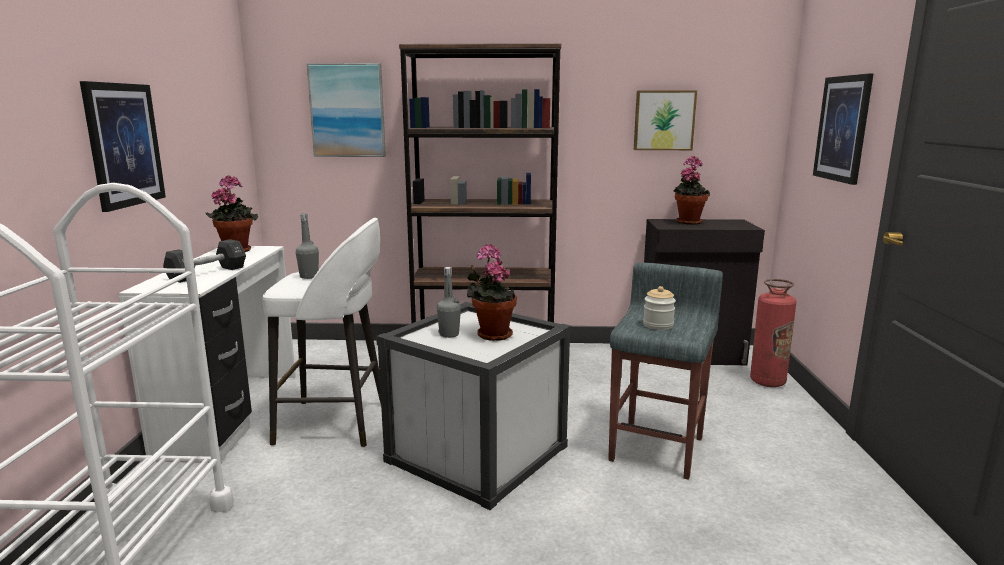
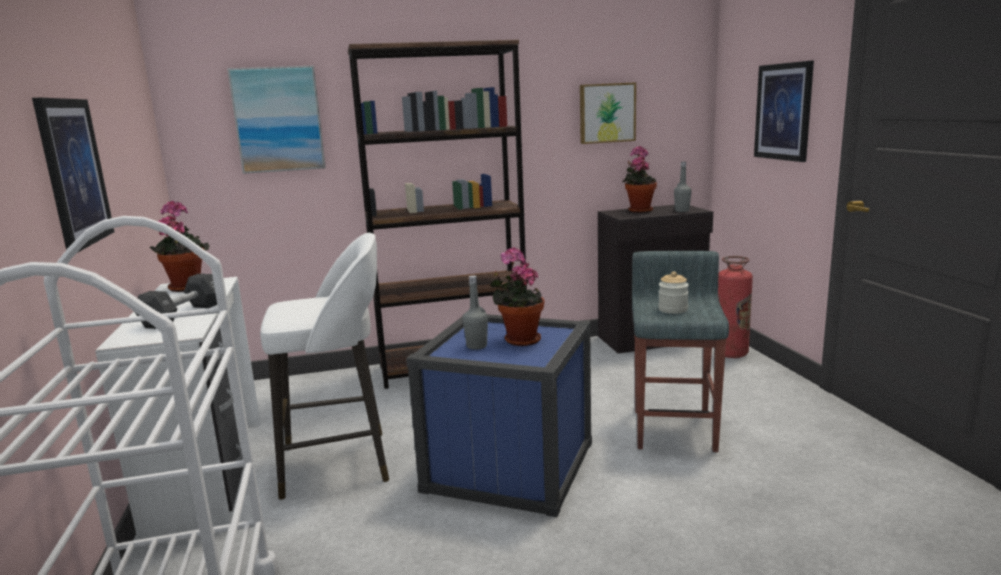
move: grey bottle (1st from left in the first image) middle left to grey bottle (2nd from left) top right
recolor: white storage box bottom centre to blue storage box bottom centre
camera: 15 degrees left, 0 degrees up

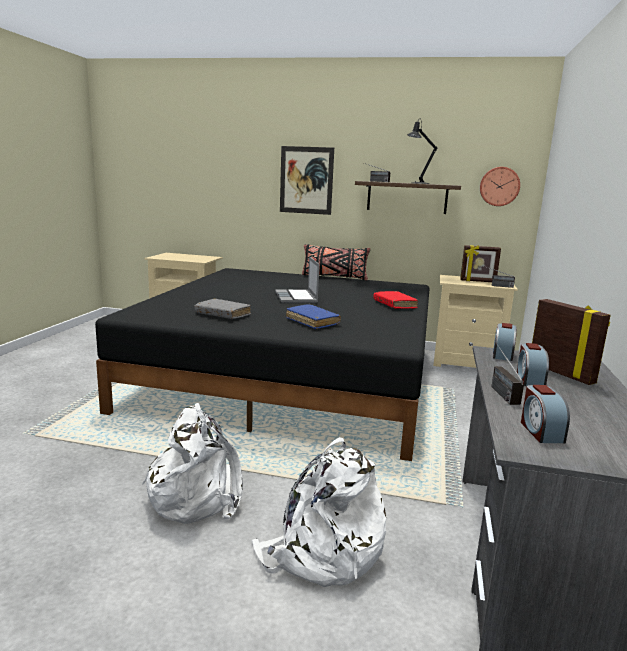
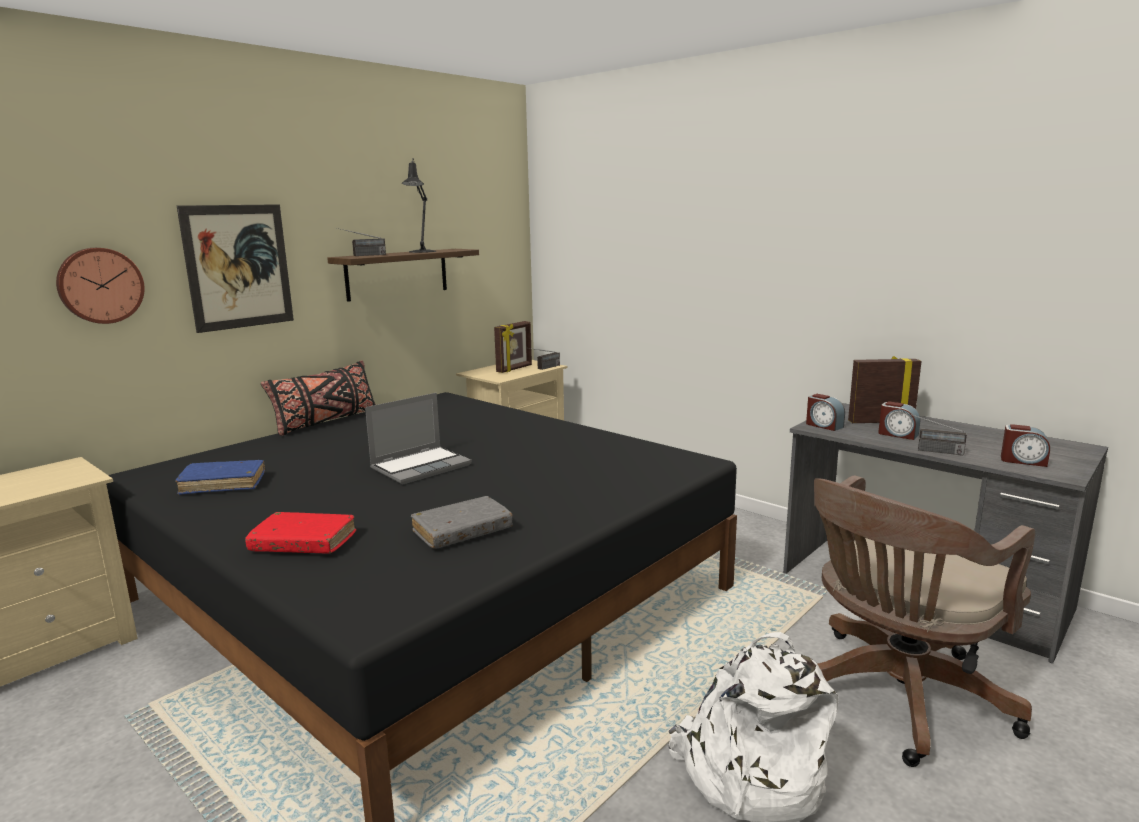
move: blue book centre to middle left; red book centre to middle left; wall clock top right to middle left
replace: white backpack (2nd from left) bottom centre to brown office chair bottom right
rotate: laptop centre = centre 60 degrees counterclockwise
camera: 60 degrees left, 0 degrees up

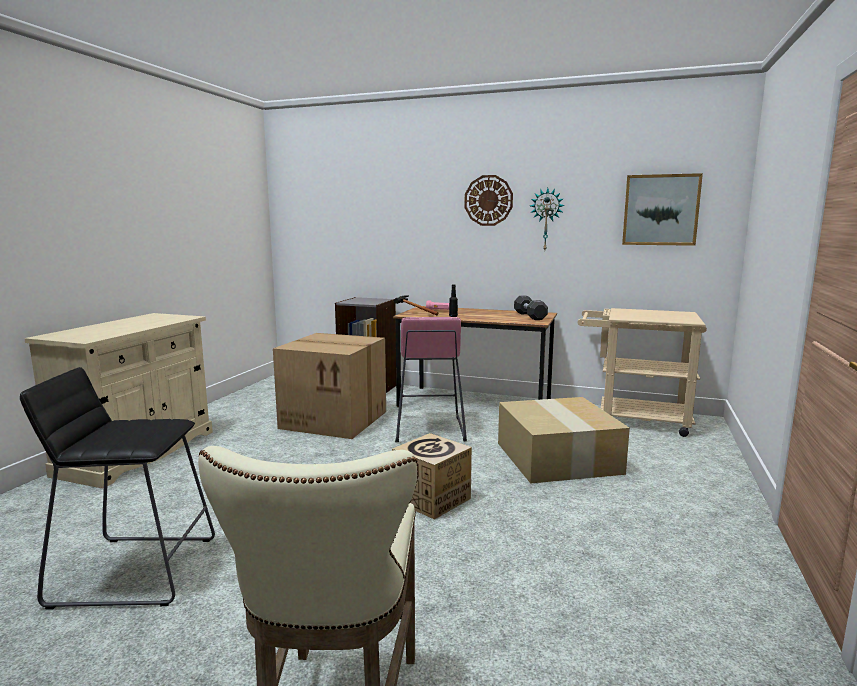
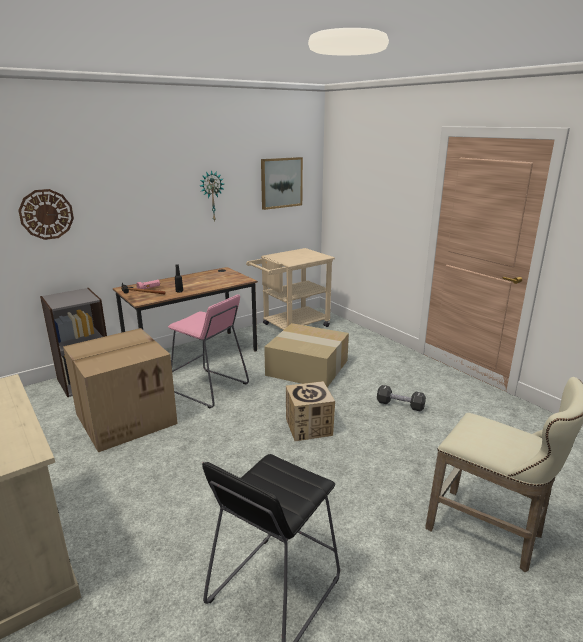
move: wall clock (1st from left) top centre to middle left; black dumbbell centre to middle right
camera: 55 degrees left, 10 degrees up

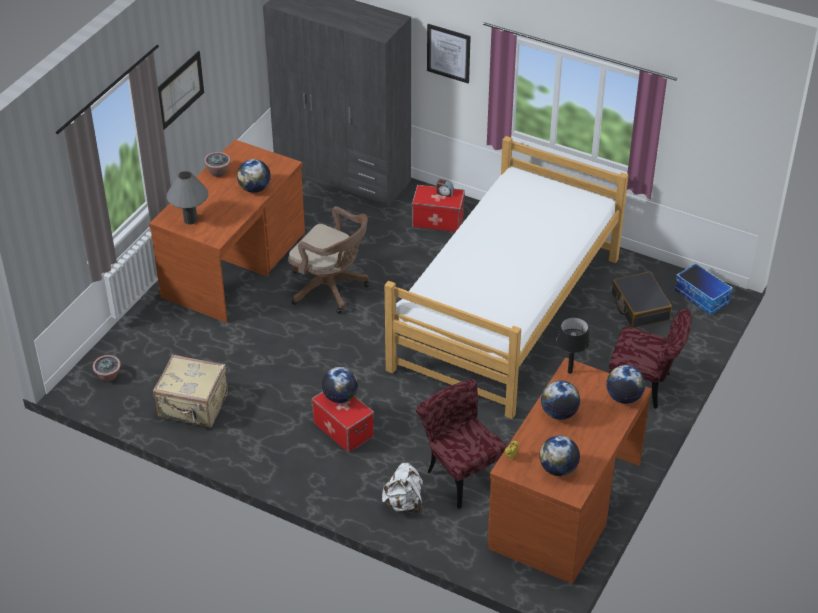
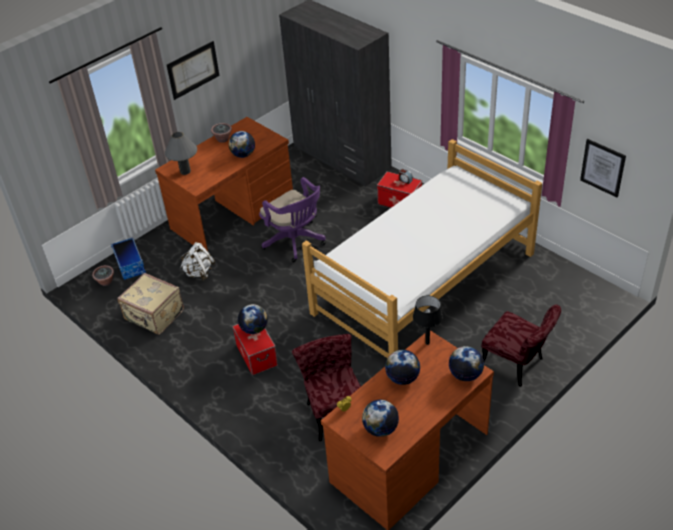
delete: black suitcase middle right
move: white backpack bottom centre to middle left; picture (2nd from left) top centre to top right; storage box (3rd from left in the first image) middle right to storage box (1st from left) middle left
recolor: brown office chair centre to purple office chair centre
camera: 20 degrees right, 0 degrees up

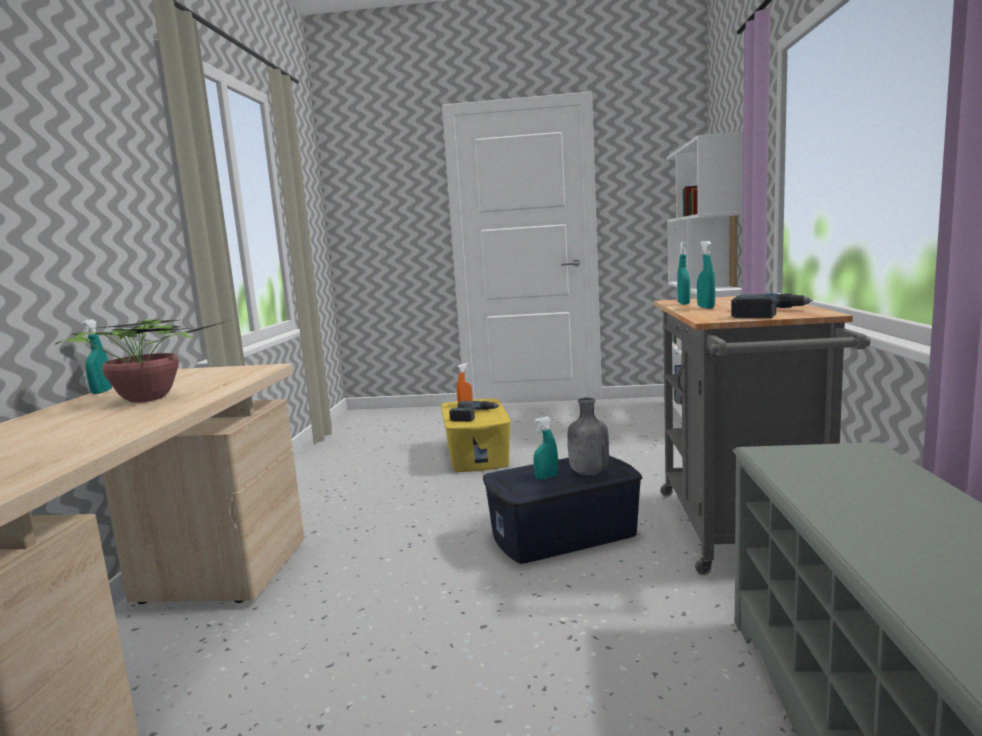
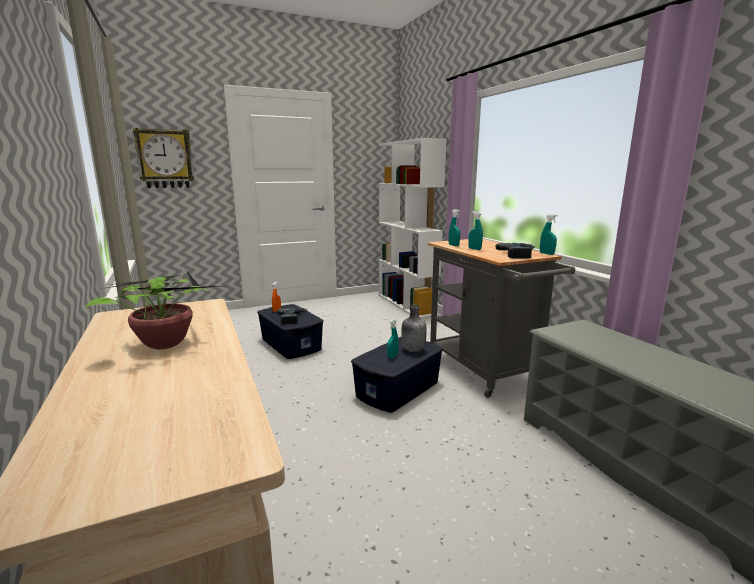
insert: wall clock top left
move: turquoise spray bottle (1st from left in the first image) middle left to turquoise spray bottle (4th from left) middle right
recolor: yellow storage box centre to blue storage box (1st from left) centre
camera: 30 degrees left, 5 degrees up

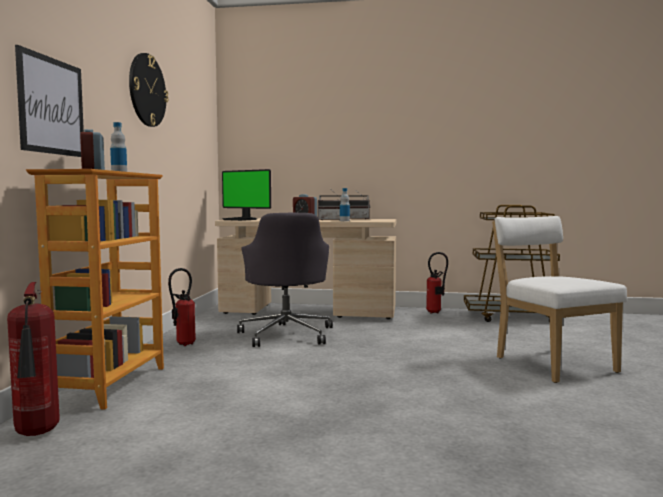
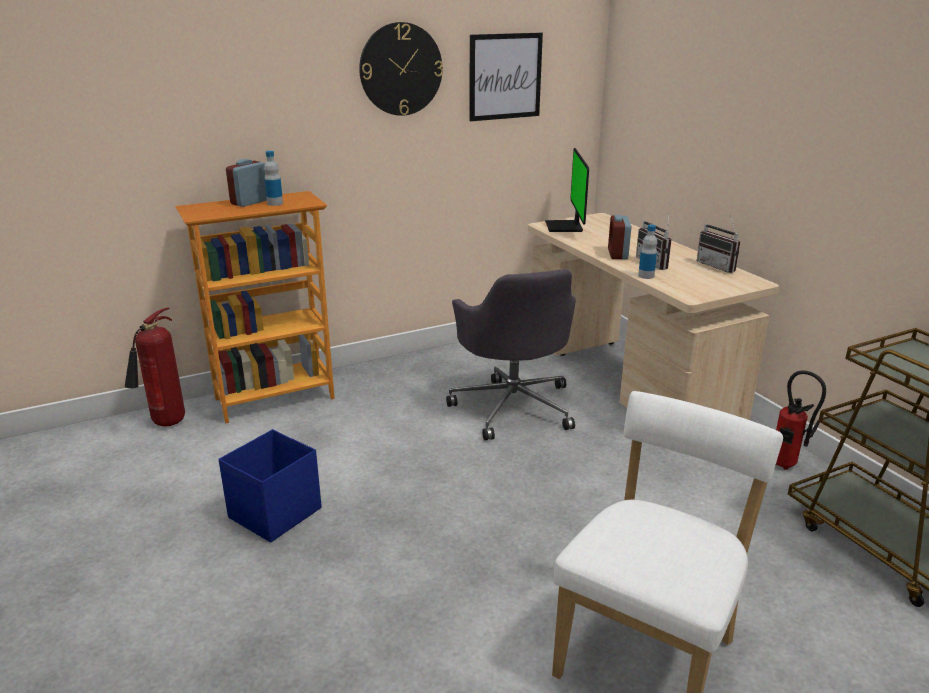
delete: fire extinguisher (2nd from left) middle left
insert: blue storage box bottom left
move: picture top left to top centre
rotate: grey office chair centre = centre 60 degrees counterclockwise
camera: 55 degrees right, 20 degrees up

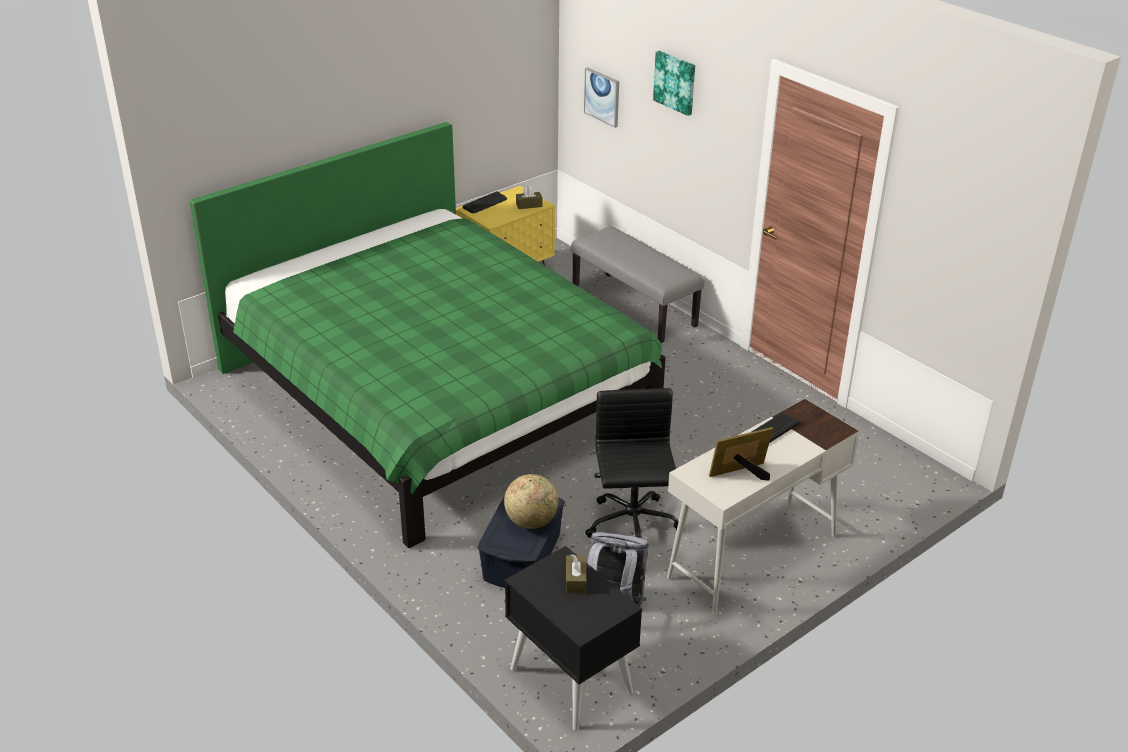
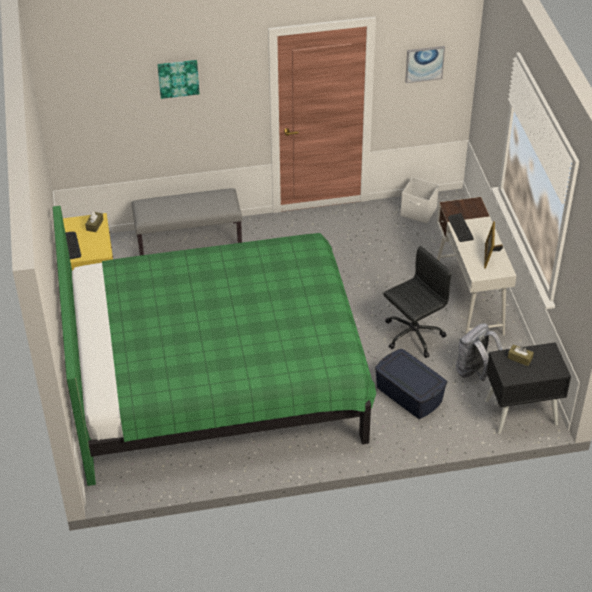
delete: globe centre
insert: white storage box middle right
move: picture (1st from left in the first image) top centre to picture (2nd from left) top right
rotate: black office chair centre = middle right 120 degrees clockwise
camera: 60 degrees left, 10 degrees up

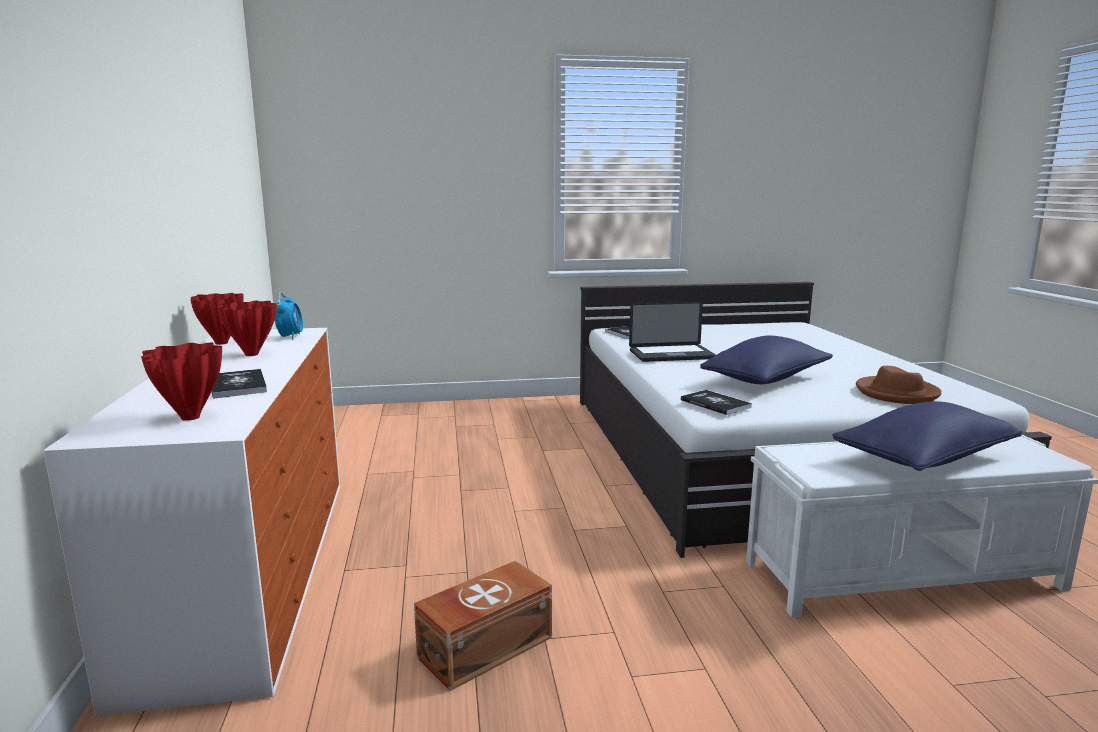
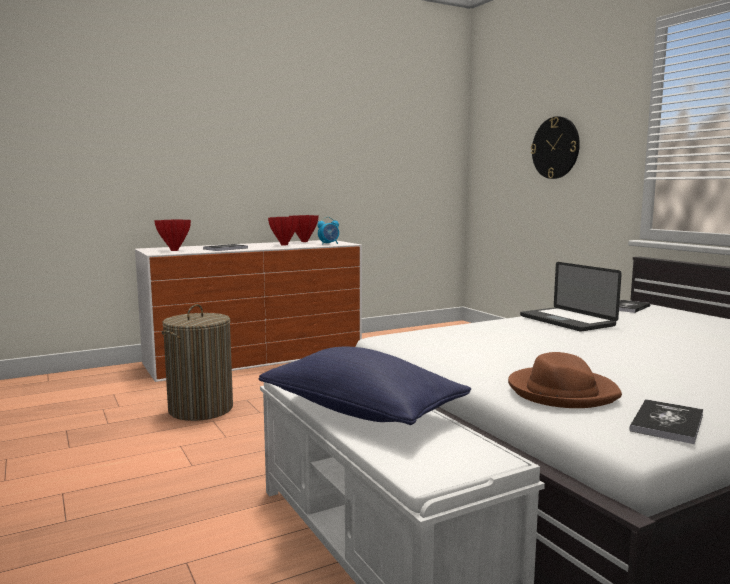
delete: blue pillow (1st from left) middle right
insert: wall clock top right
move: book (3rd from left) centre to bottom right
replace: brown storage box bottom centre to laundry basket middle left
camera: 70 degrees right, 5 degrees down

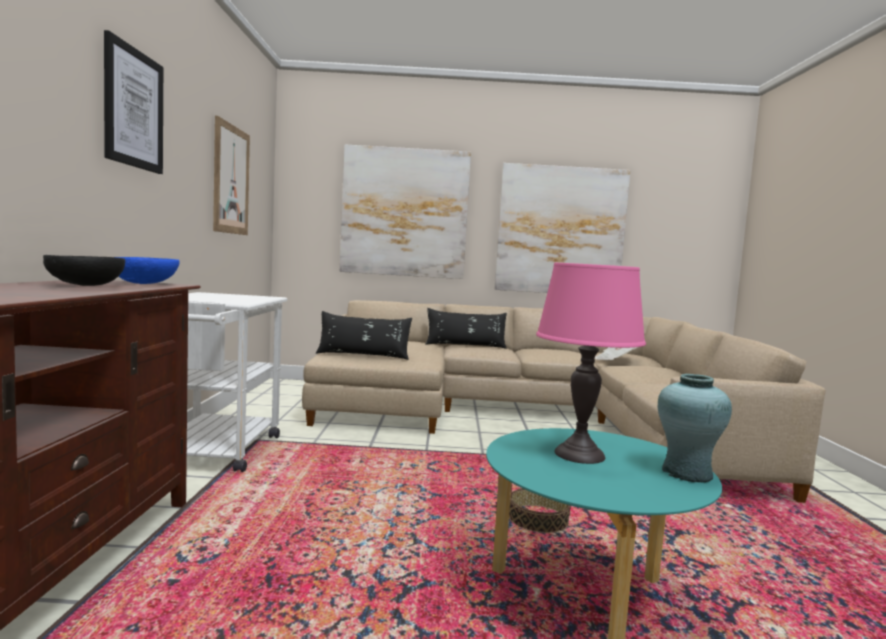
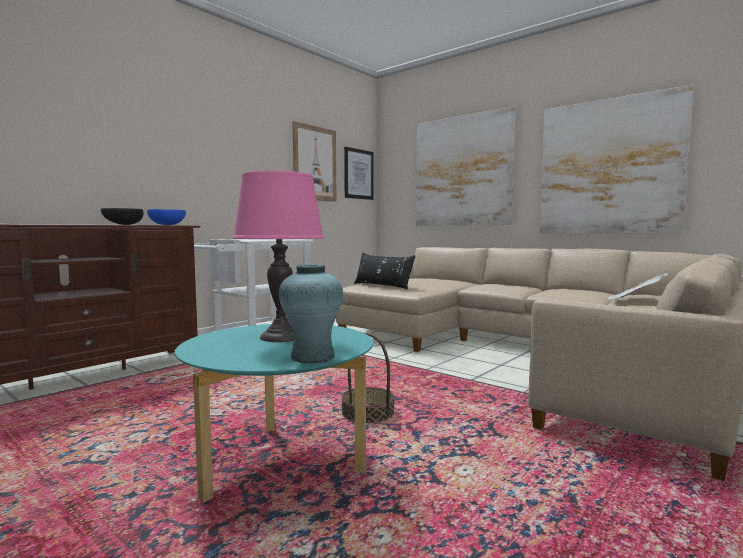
delete: black pillow (2nd from left) centre
move: picture (1st from left in the first image) top left to picture (2nd from left) top centre
camera: 40 degrees right, 0 degrees up

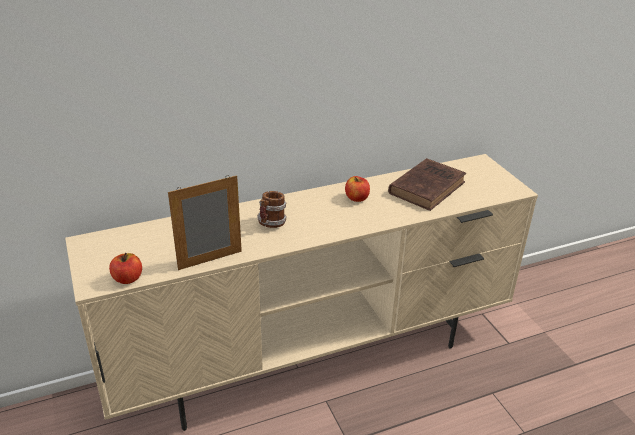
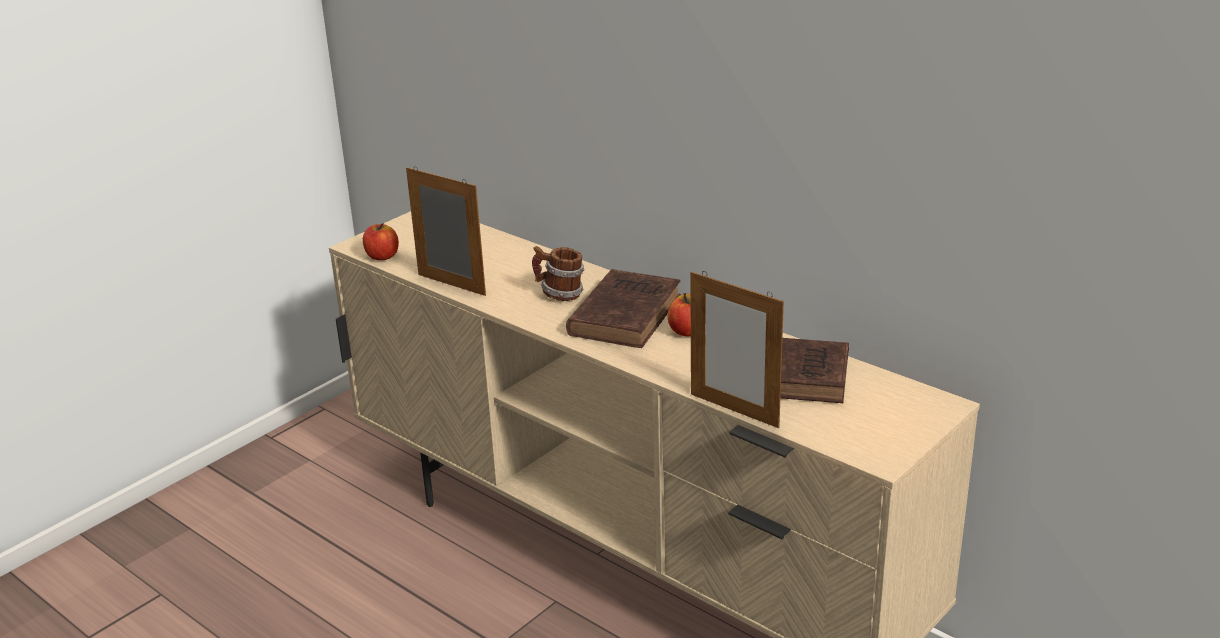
insert: brown book (1st from left) centre; picture frame (2nd from left) centre
camera: 65 degrees right, 5 degrees down

